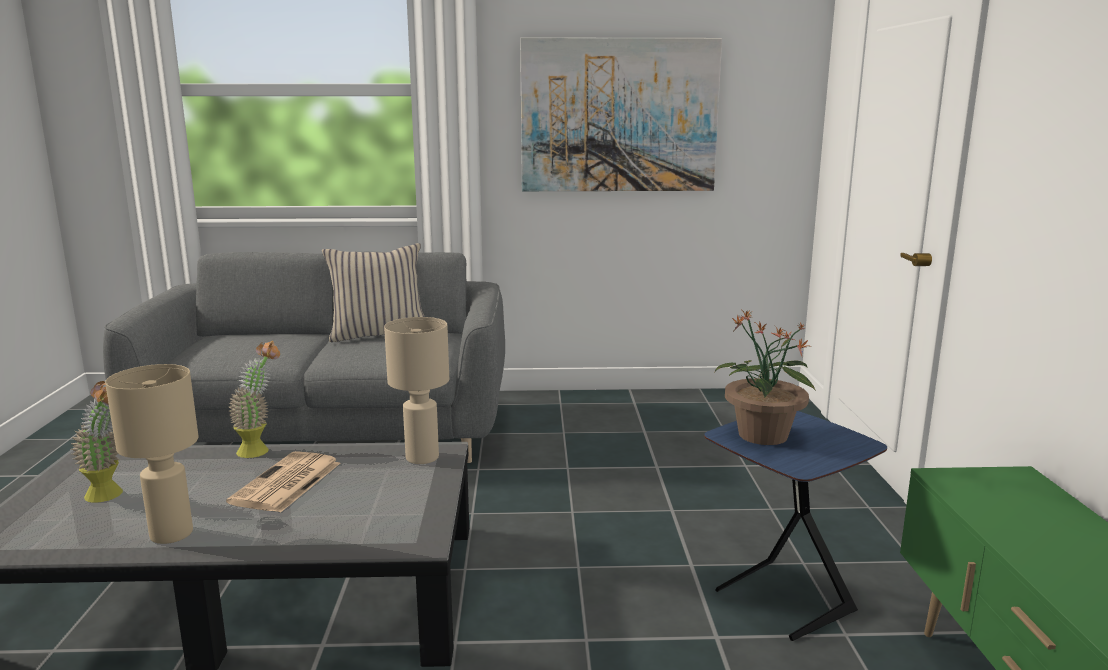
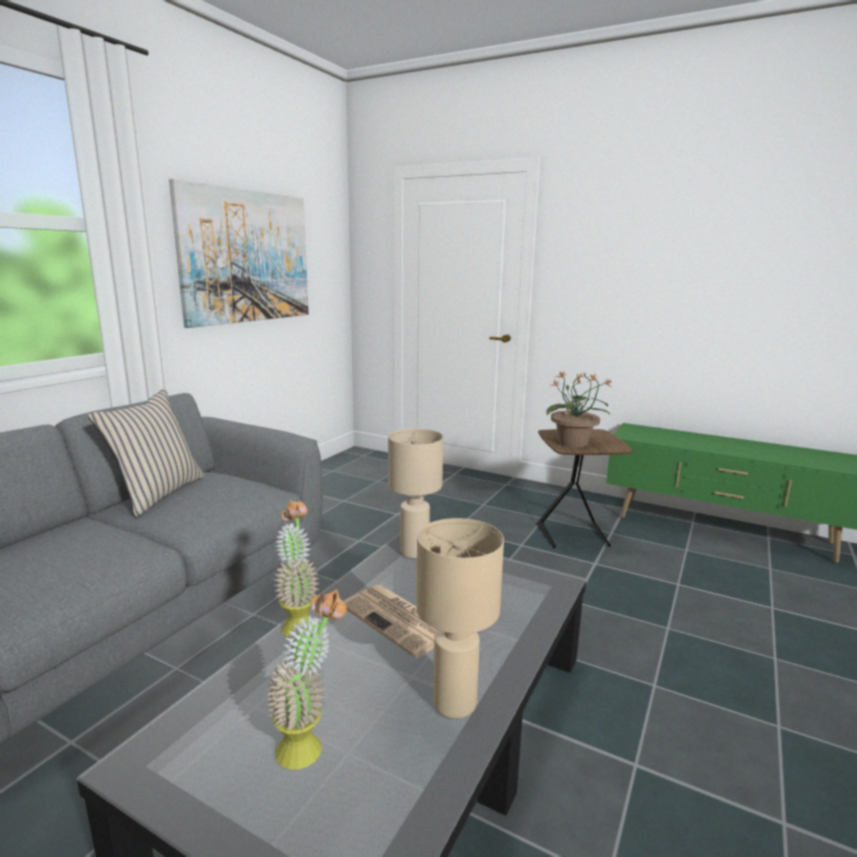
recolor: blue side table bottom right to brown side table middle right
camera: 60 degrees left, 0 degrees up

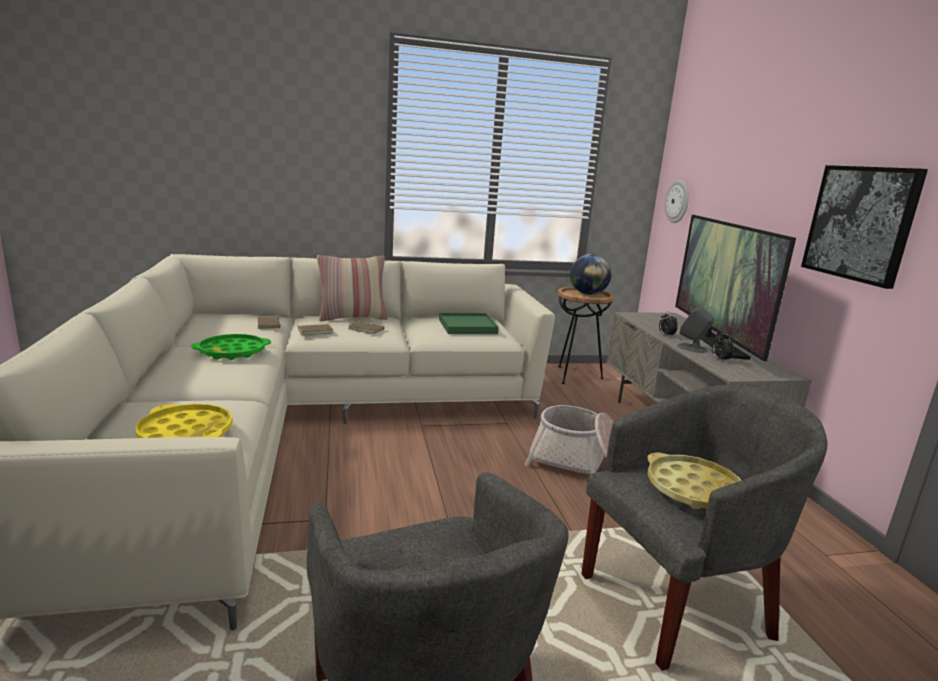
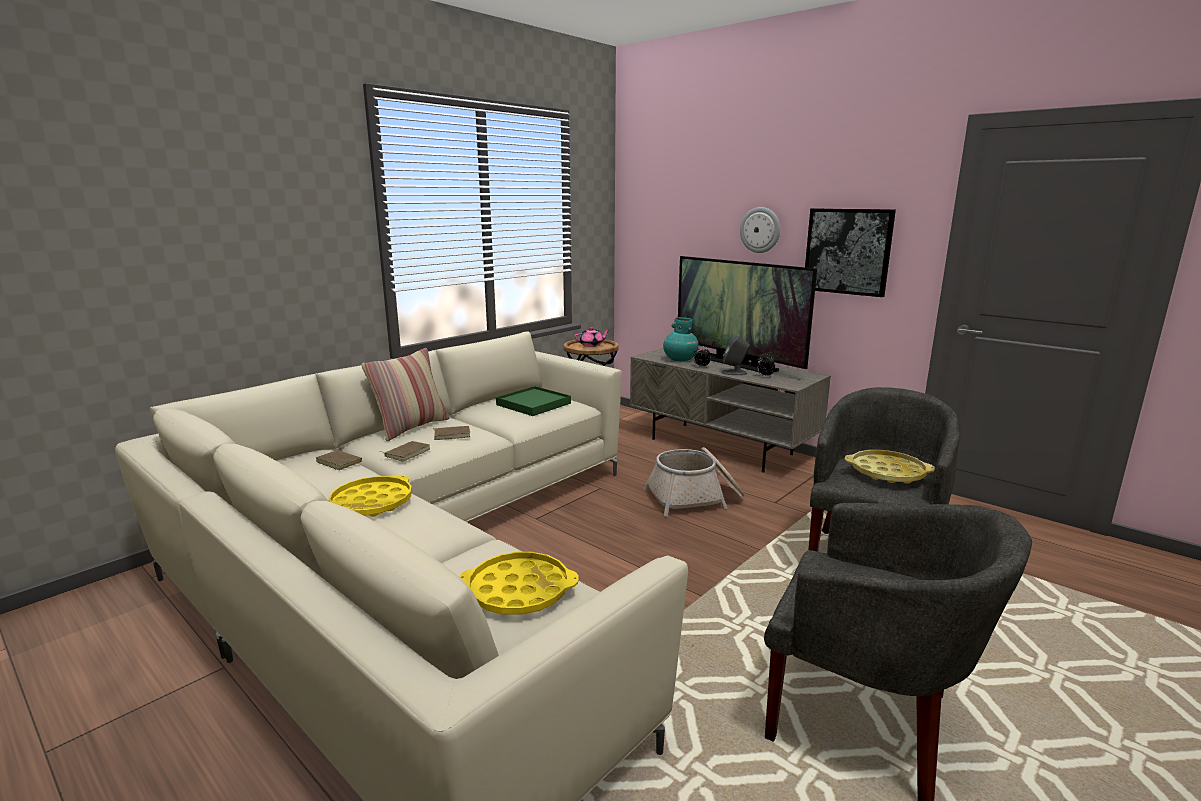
insert: turquoise vase centre
move: wall clock top right to top centre
replace: globe centre to pink teapot centre
recolor: green tray (1st from left) middle left to yellow tray (1st from left) middle left
camera: 35 degrees left, 0 degrees up

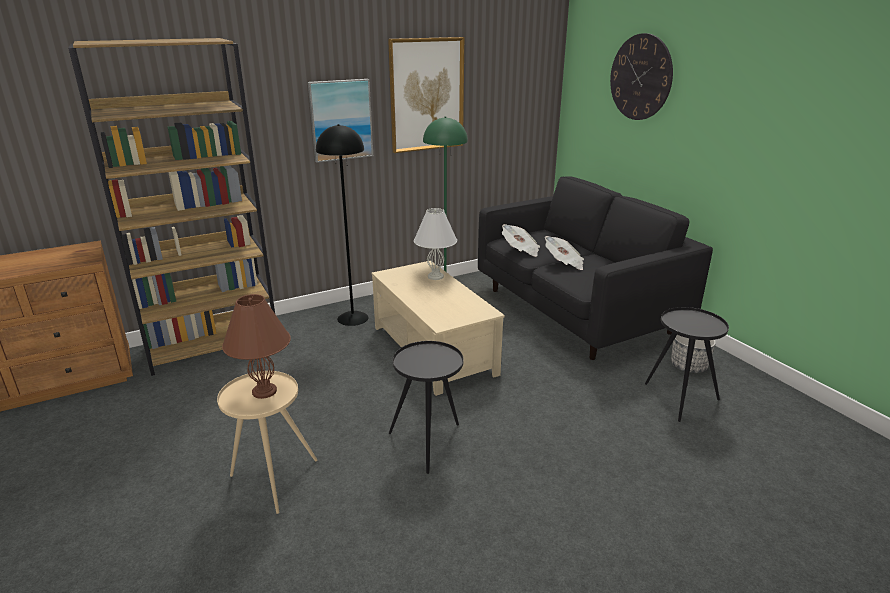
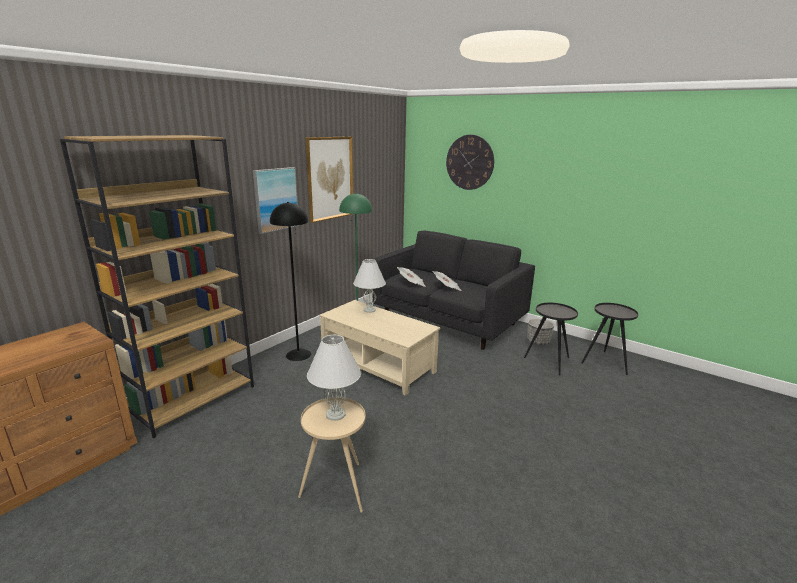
move: black side table (1st from left in the first image) bottom centre to black side table (2nd from left) middle right
recolor: brown table lamp middle left to white table lamp (1st from left) centre
camera: 25 degrees left, 5 degrees down

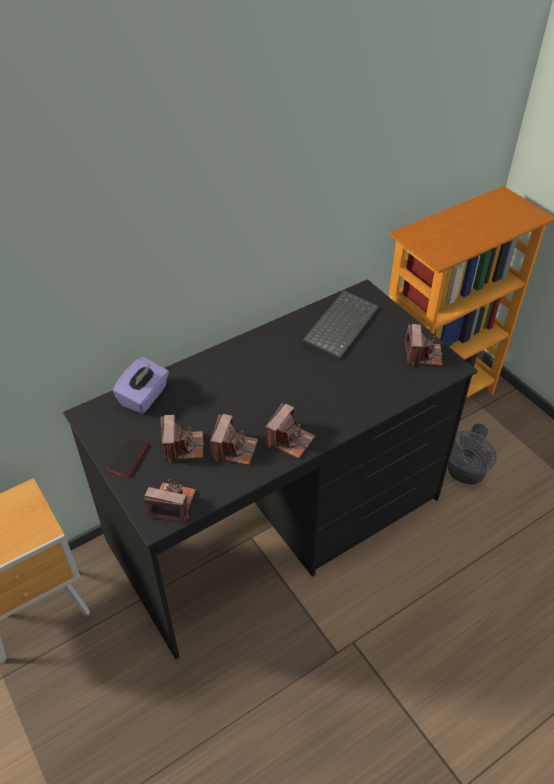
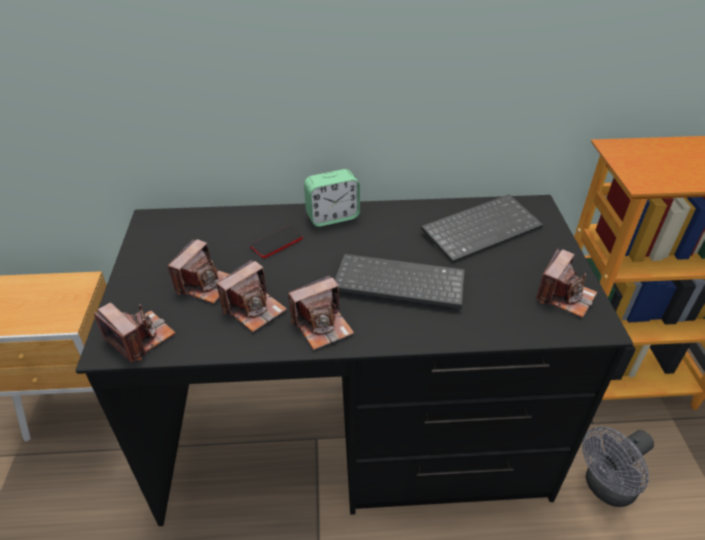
delete: purple tissue box middle left
insert: alarm clock centre; keyboard (1st from left) centre
move: phone middle left to centre
camera: 30 degrees right, 5 degrees down

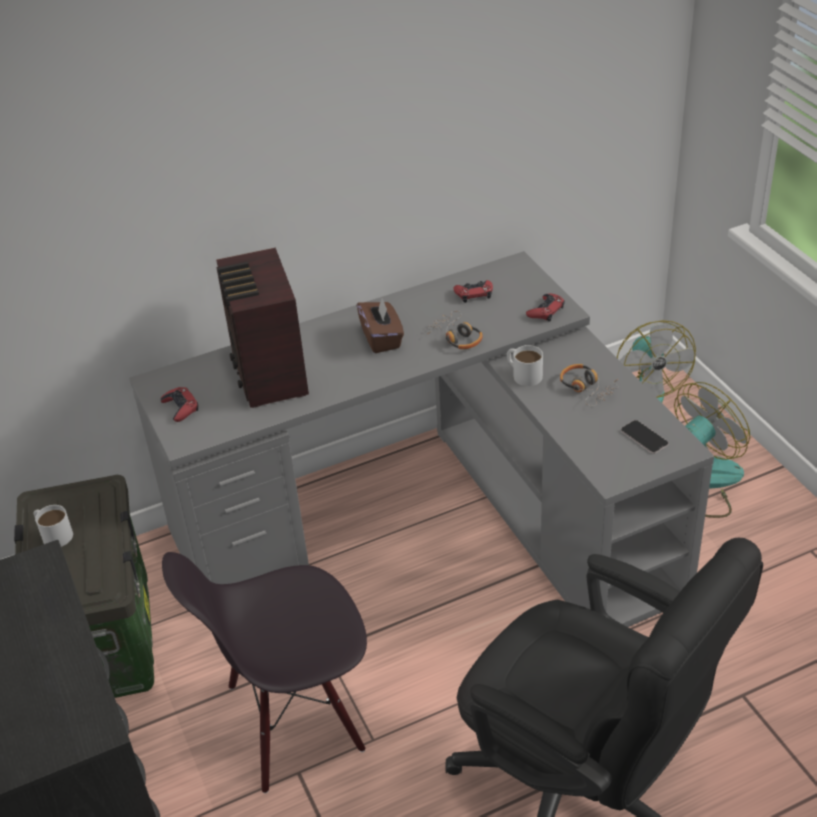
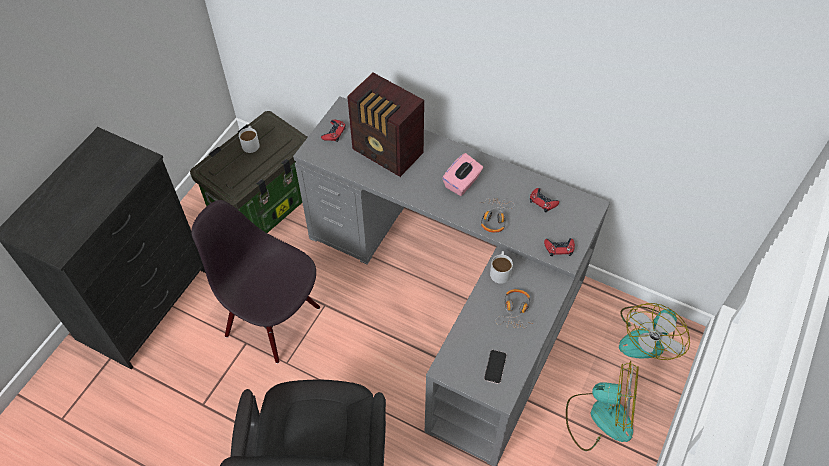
recolor: brown tissue box centre to pink tissue box centre
rotate: radio middle left = top centre 90 degrees counterclockwise
camera: 50 degrees right, 15 degrees up

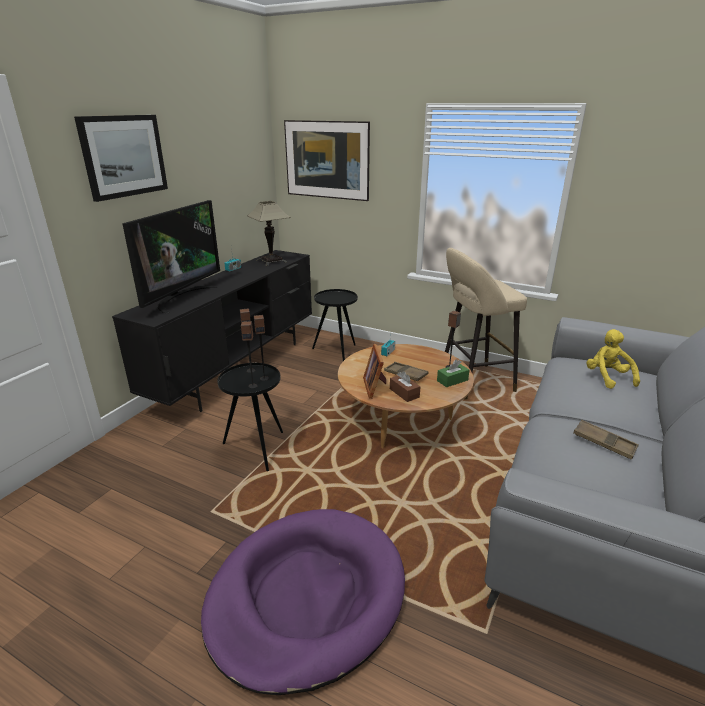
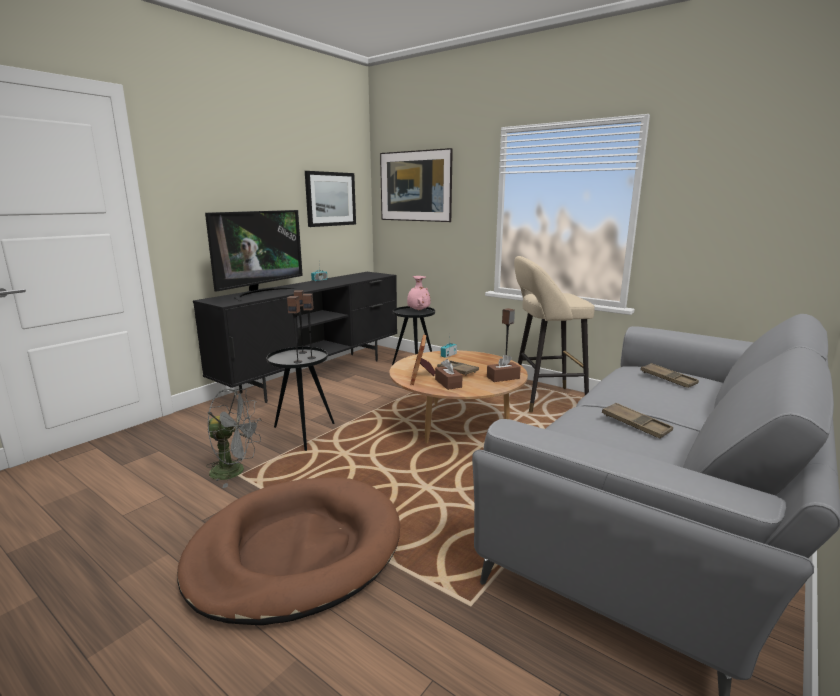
delete: table lamp top centre
insert: grey fan middle left; pink vase centre
move: picture (1st from left) top left to top centre
replace: yellow plush toy middle right to brown tray (3rd from left) middle right
recolor: purple dog bed bottom centre to brown dog bed bottom centre; green tissue box centre to brown tissue box (2nd from left) centre
camera: 10 degrees right, 10 degrees down

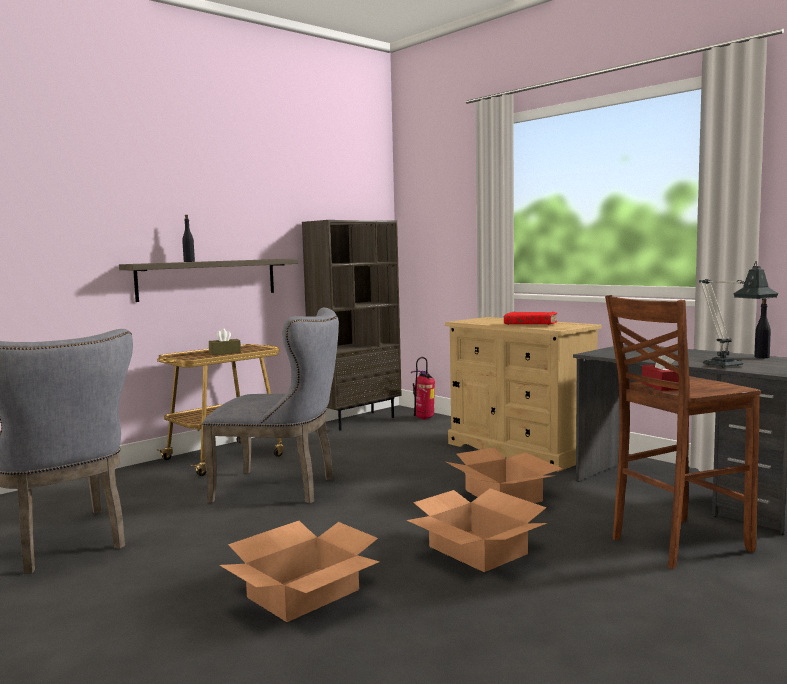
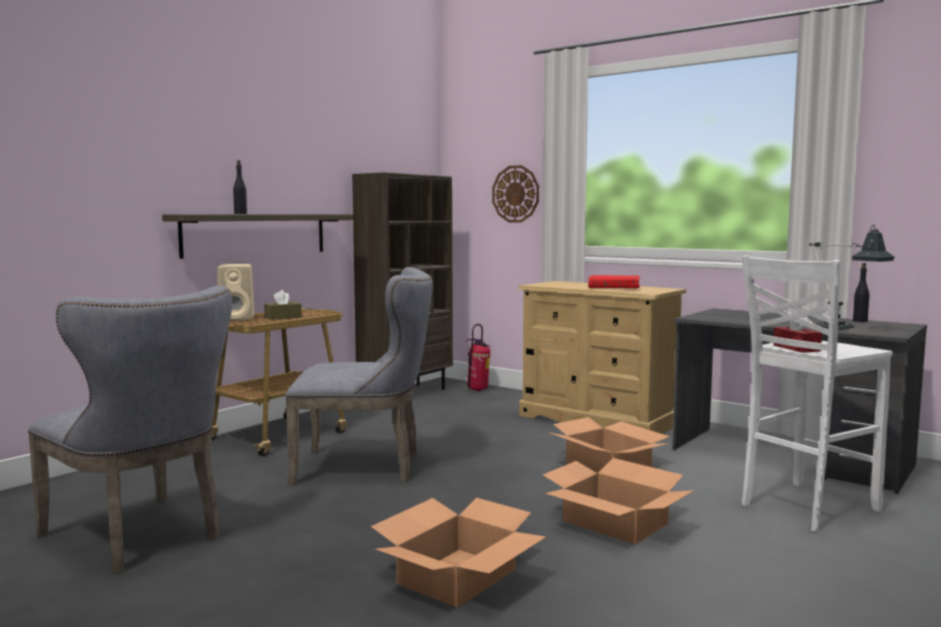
insert: beige speaker middle left; wall clock top centre
recolor: brown stool middle right to white stool middle right
camera: 10 degrees left, 0 degrees up

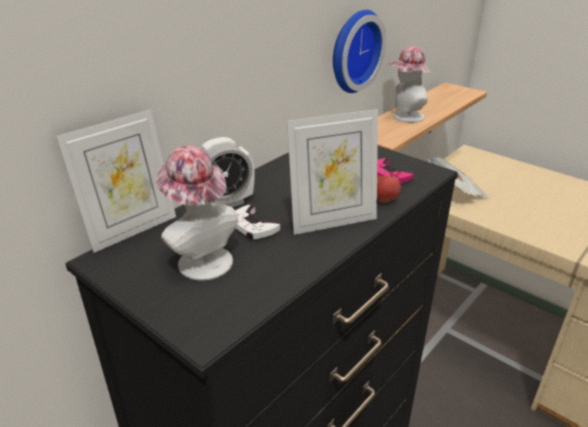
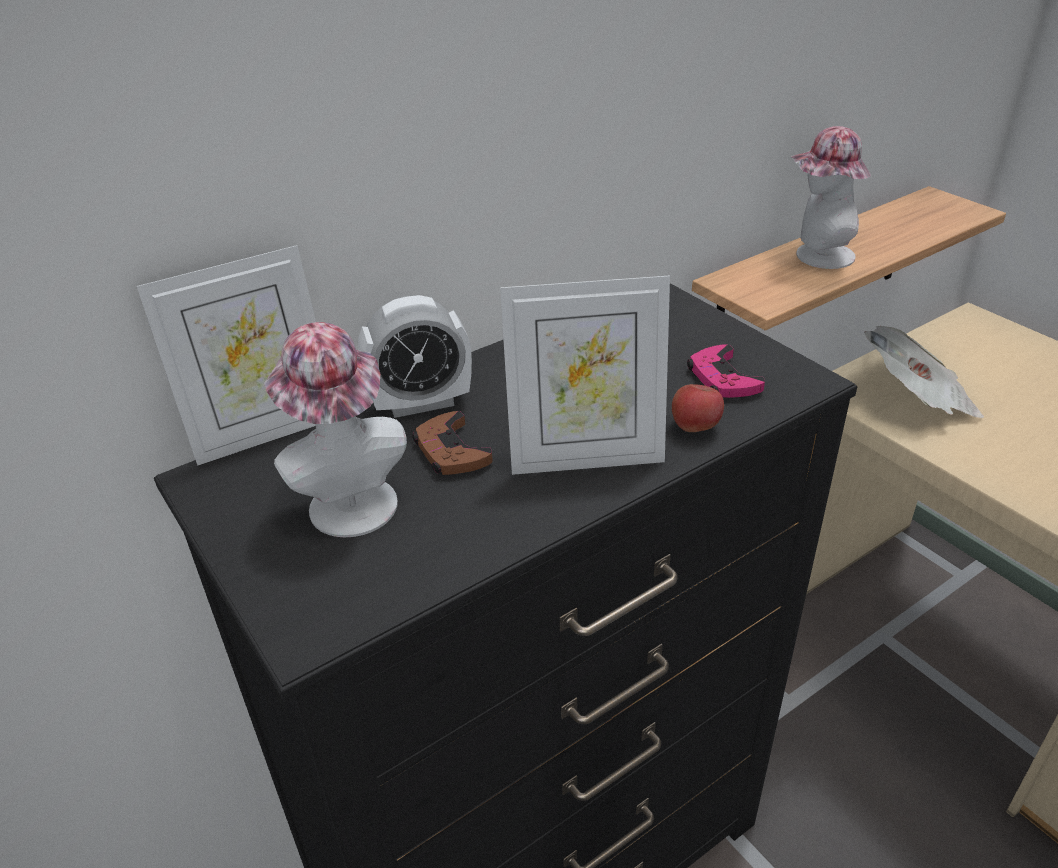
delete: wall clock top centre
recolor: white game controller centre to brown game controller centre
camera: 15 degrees right, 5 degrees up

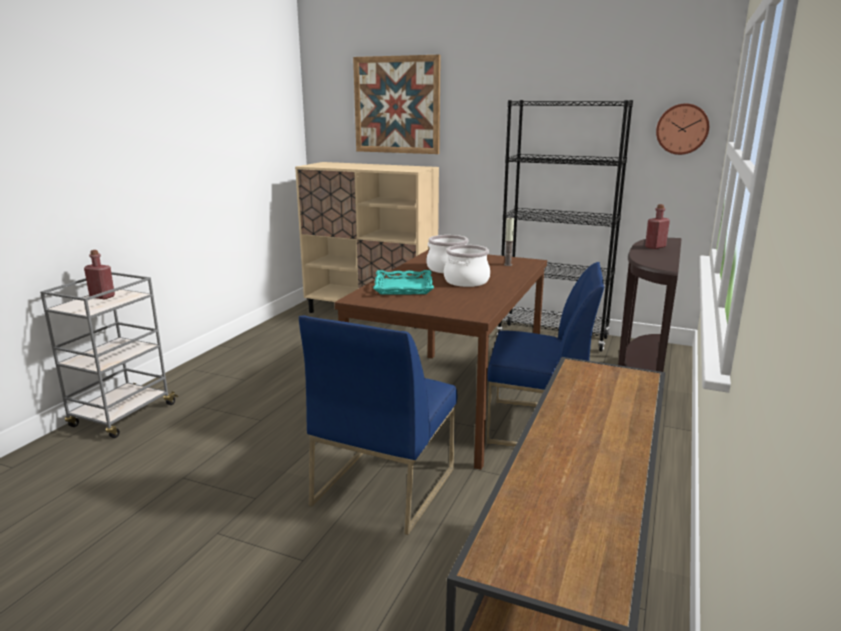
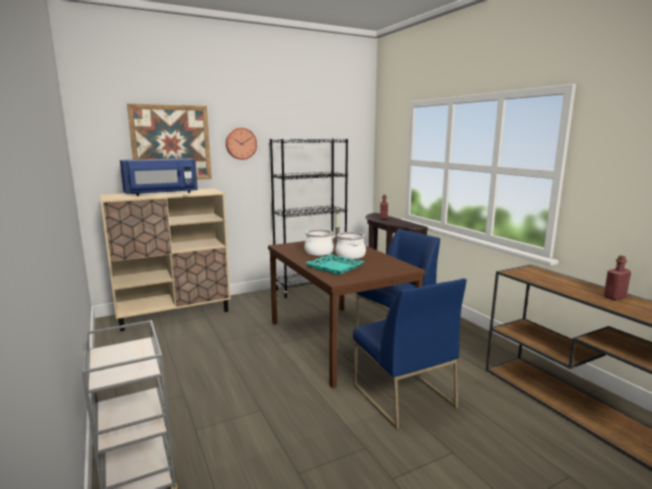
insert: blue microwave middle left
move: red bottle (1st from left in the first image) middle left to red bottle (2nd from left) middle right; wall clock top right to top centre
camera: 50 degrees left, 5 degrees down

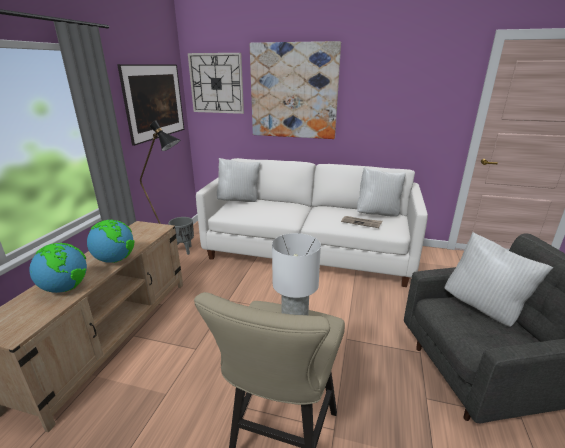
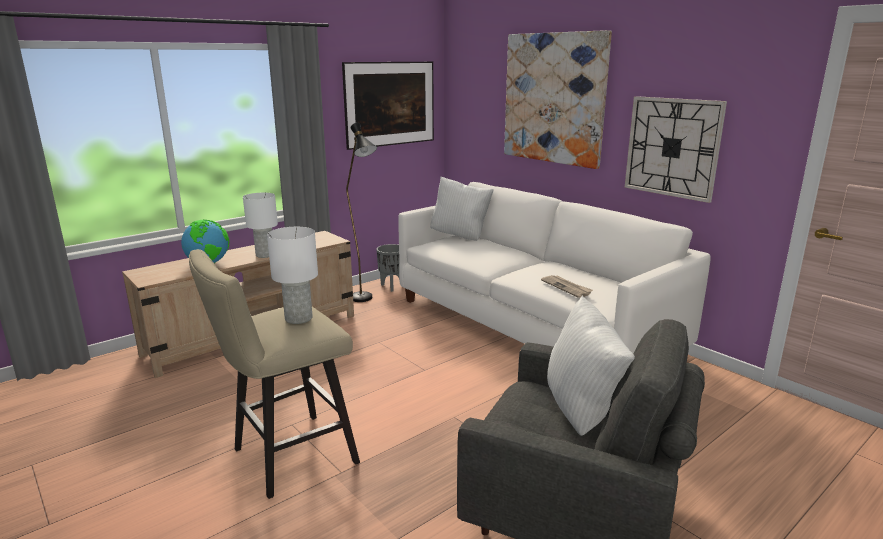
delete: white pillow (2nd from left) middle right
move: wall clock top centre to top right
replace: globe (2nd from left) middle left to white table lamp (1st from left) middle left
camera: 35 degrees right, 5 degrees down

